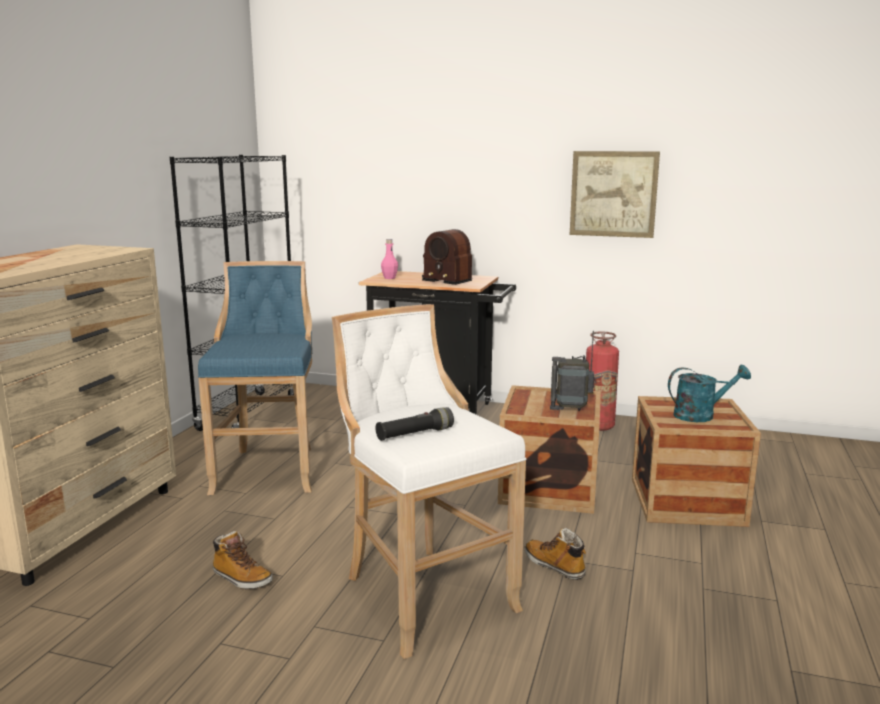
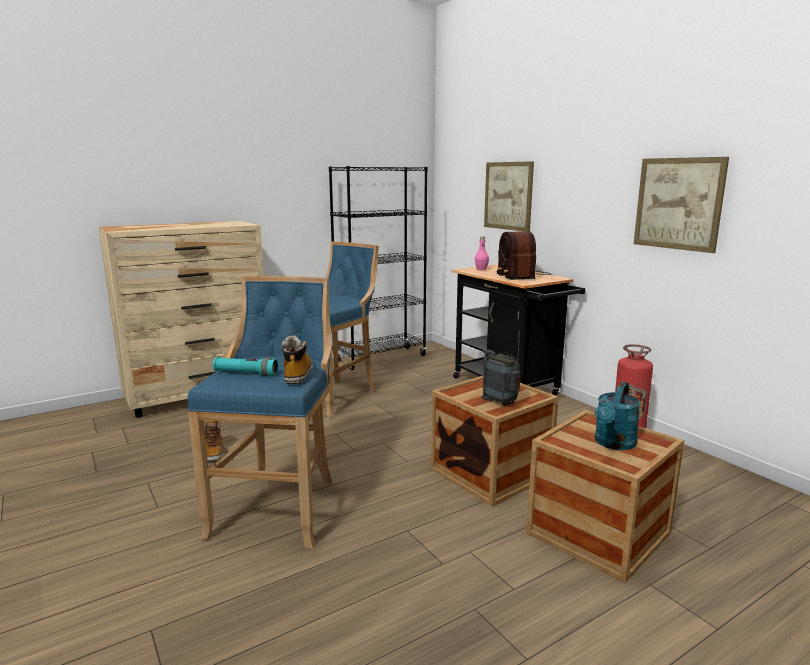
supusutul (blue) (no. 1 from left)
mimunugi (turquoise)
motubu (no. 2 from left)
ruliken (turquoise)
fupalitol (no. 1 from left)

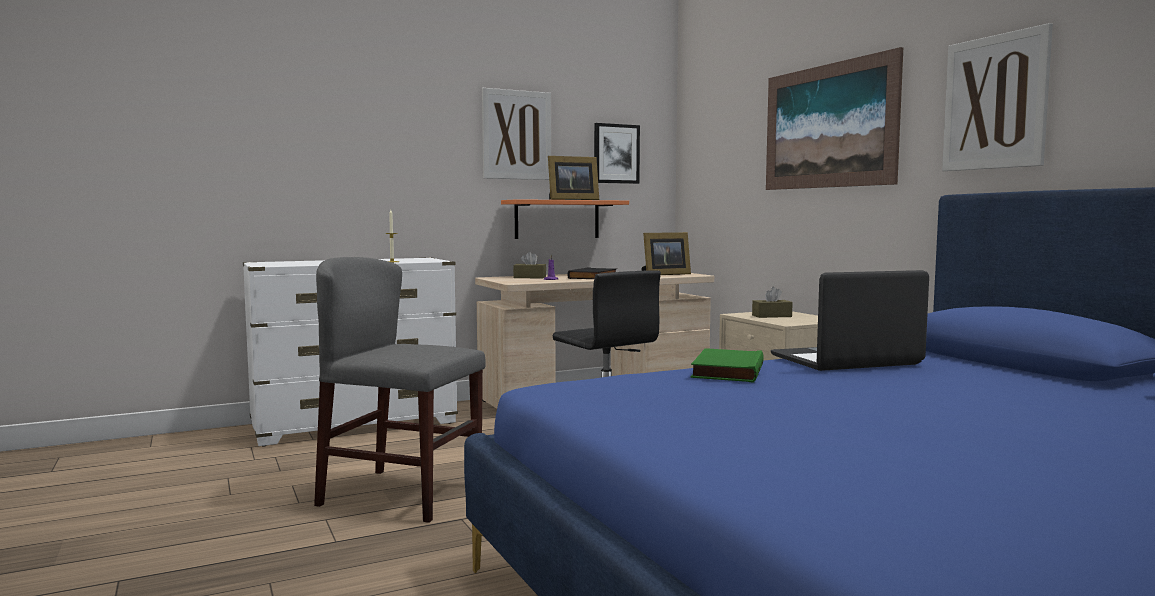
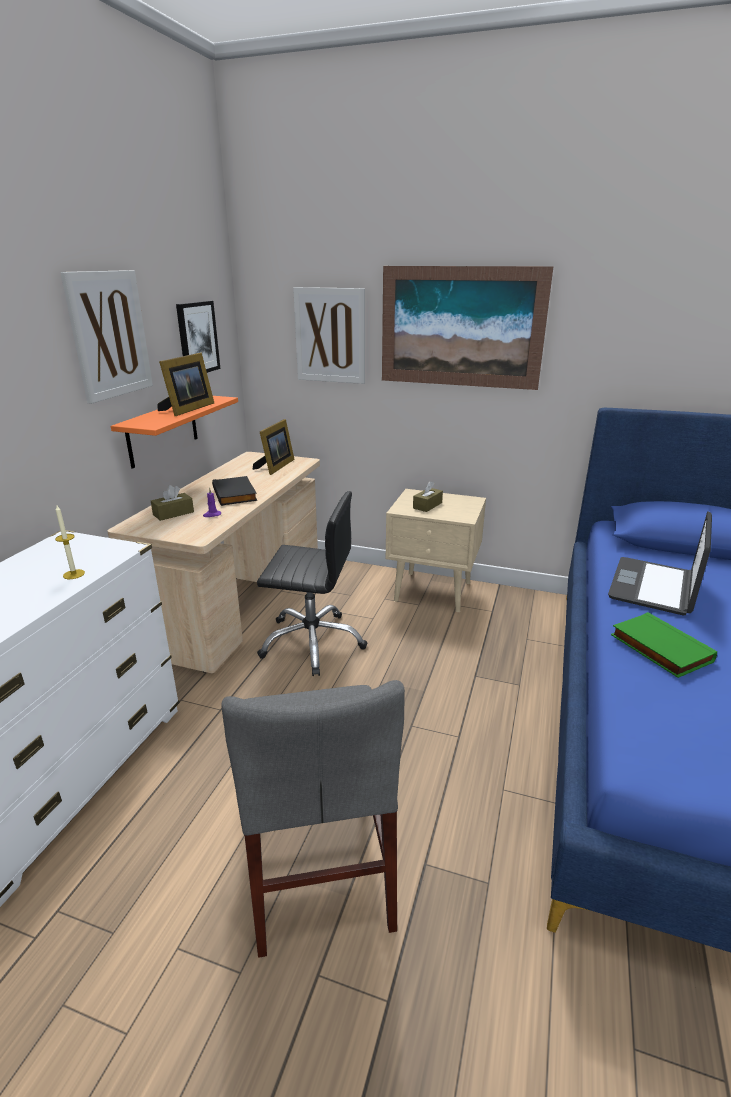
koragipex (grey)
fupalitol (no. 3 from left)

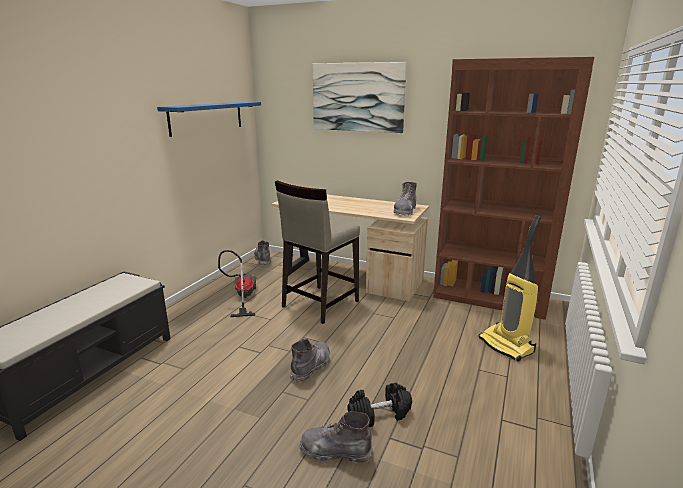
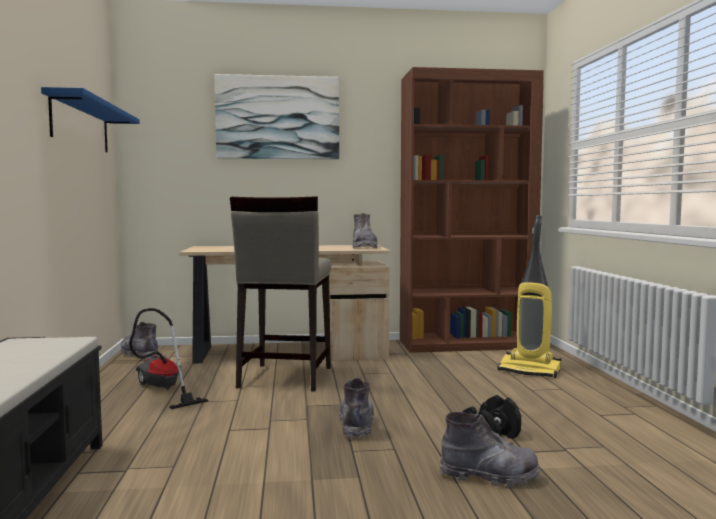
motubu (grey) (no. 4 from left)

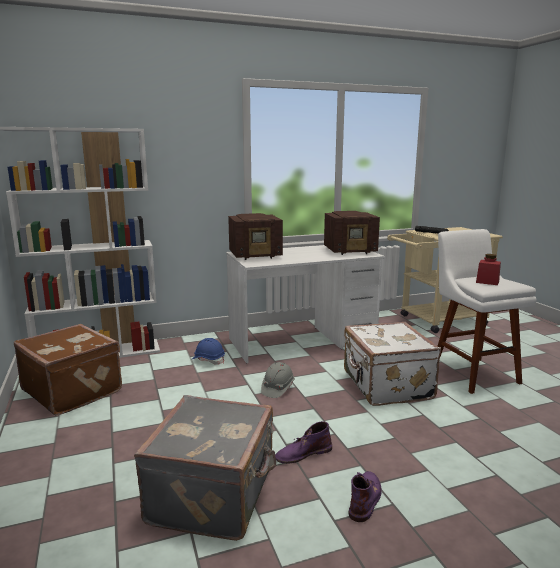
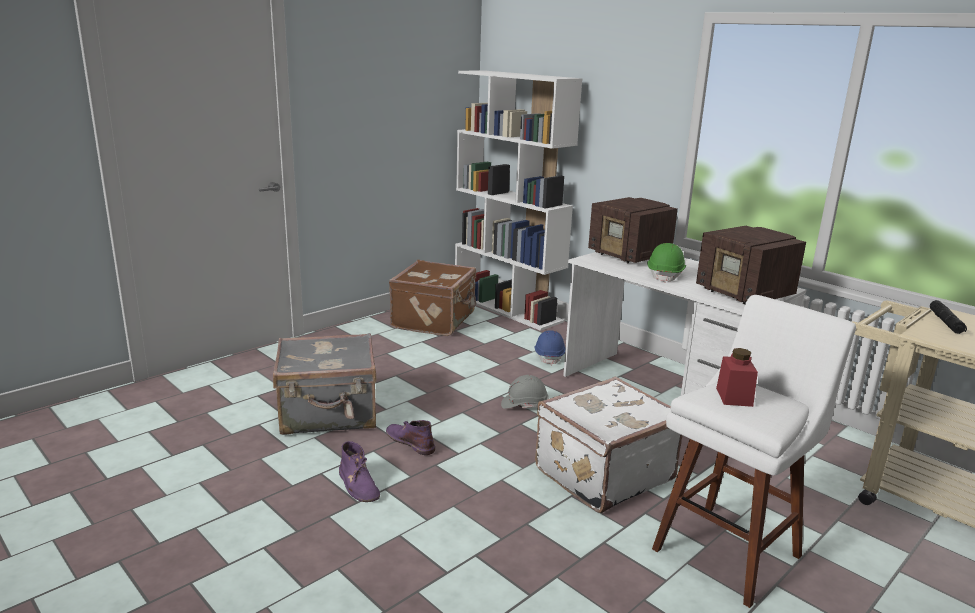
motubu (purple) (no. 1 from left)
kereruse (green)

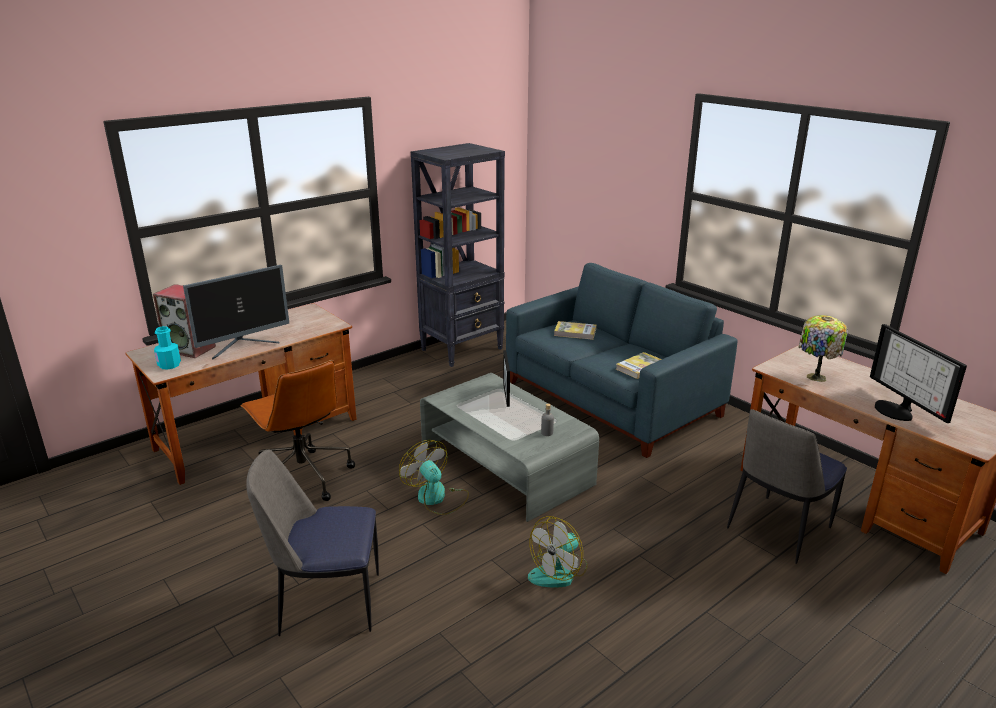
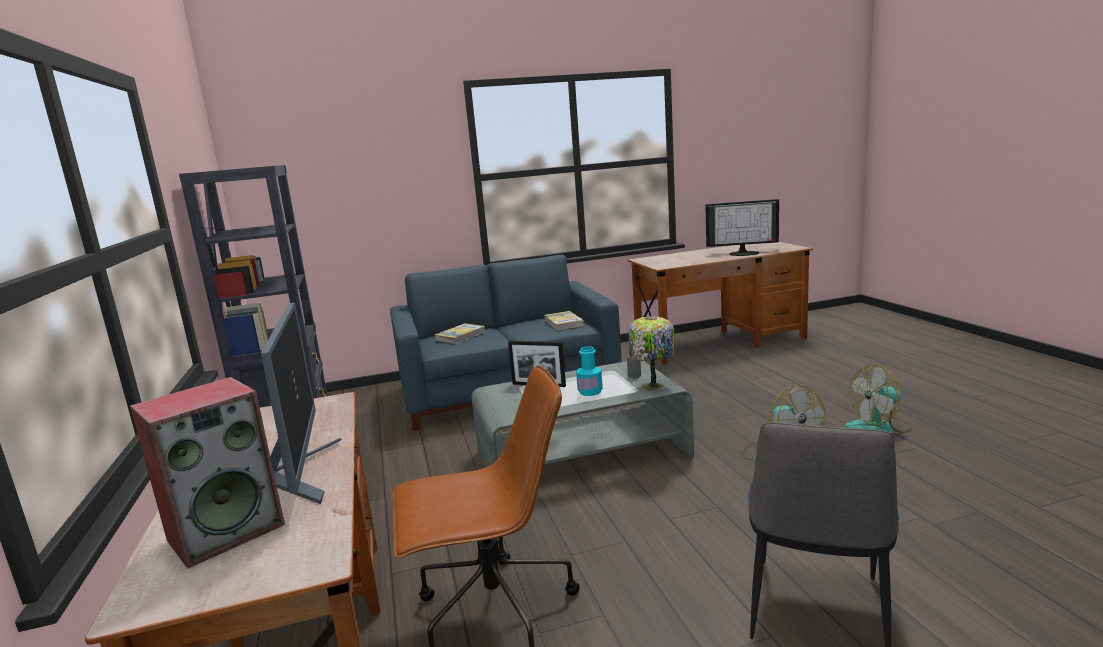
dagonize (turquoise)
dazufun (no. 2 from left)
koragipex (no. 2 from left in the first image)
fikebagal

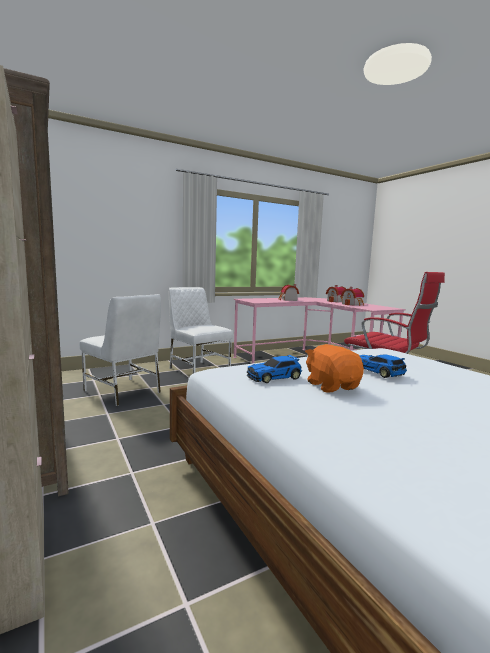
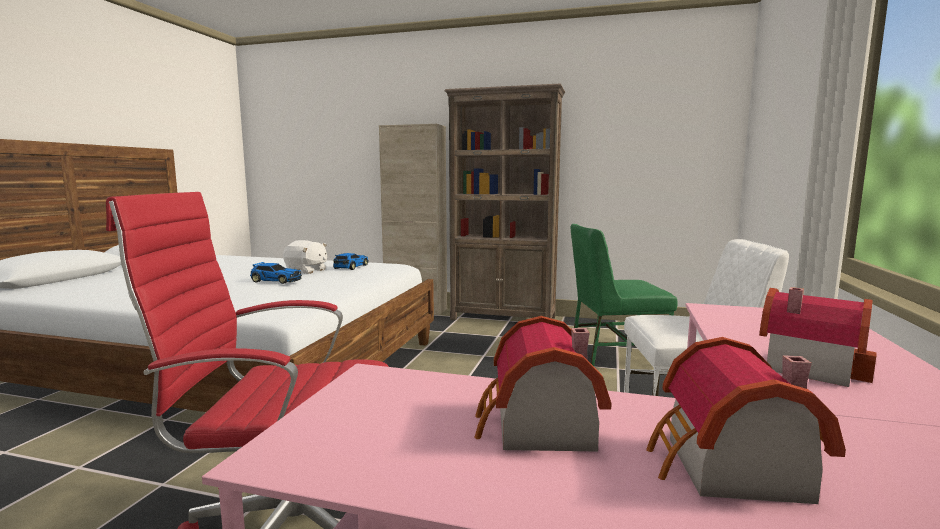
koragipex (green)
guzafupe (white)

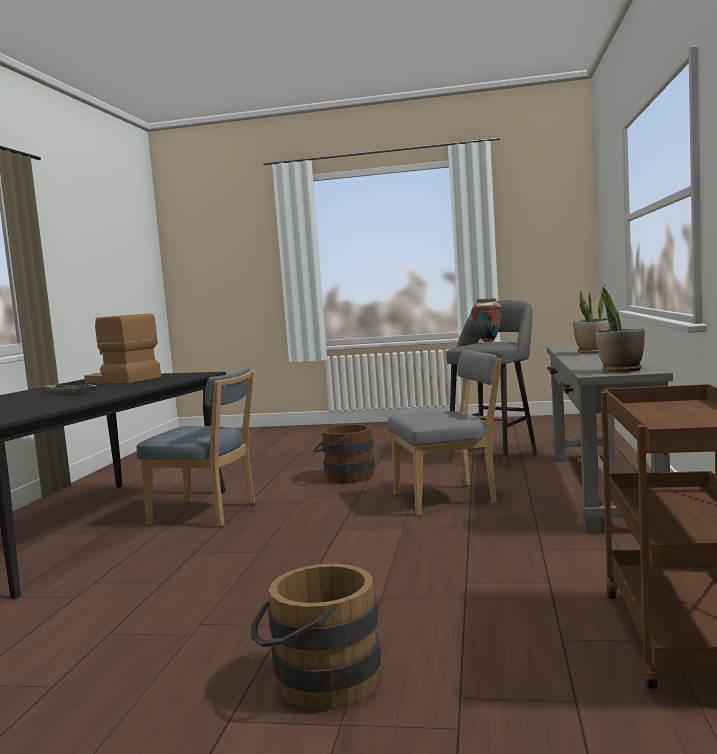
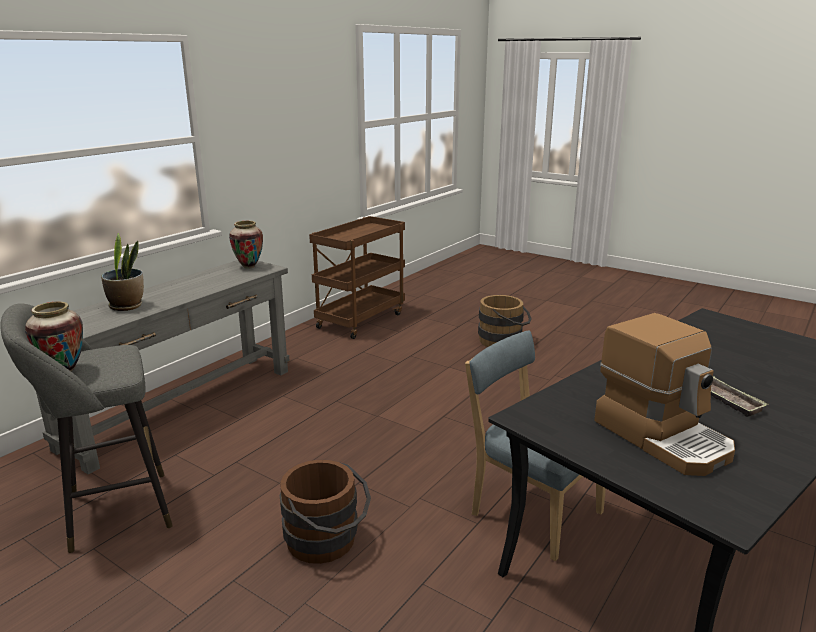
koragipex (grey)
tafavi (no. 2 from left)

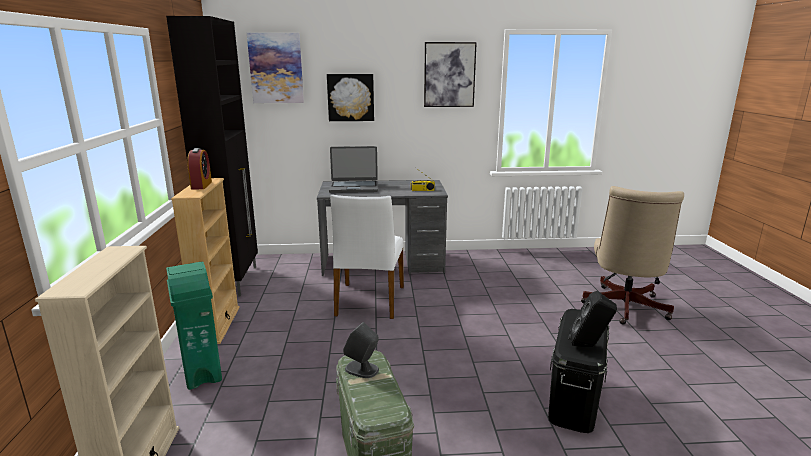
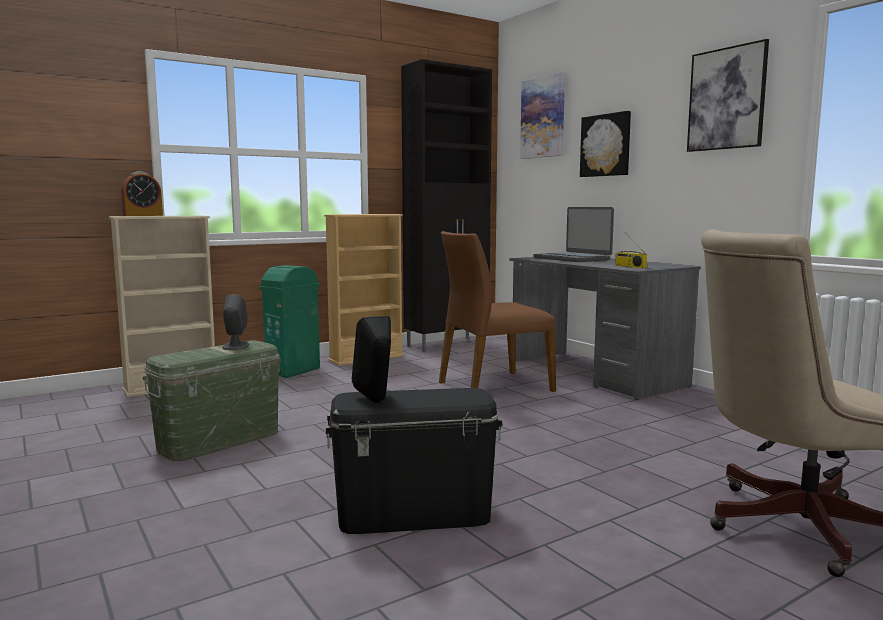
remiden
koragipex (brown)

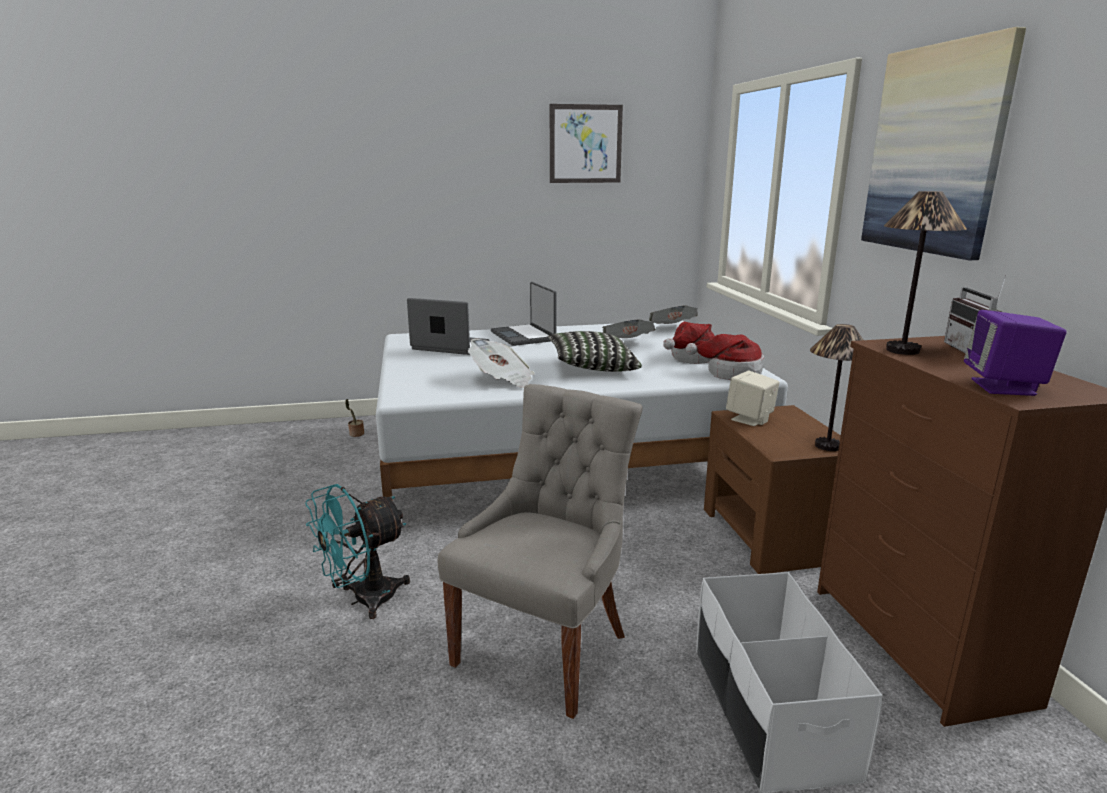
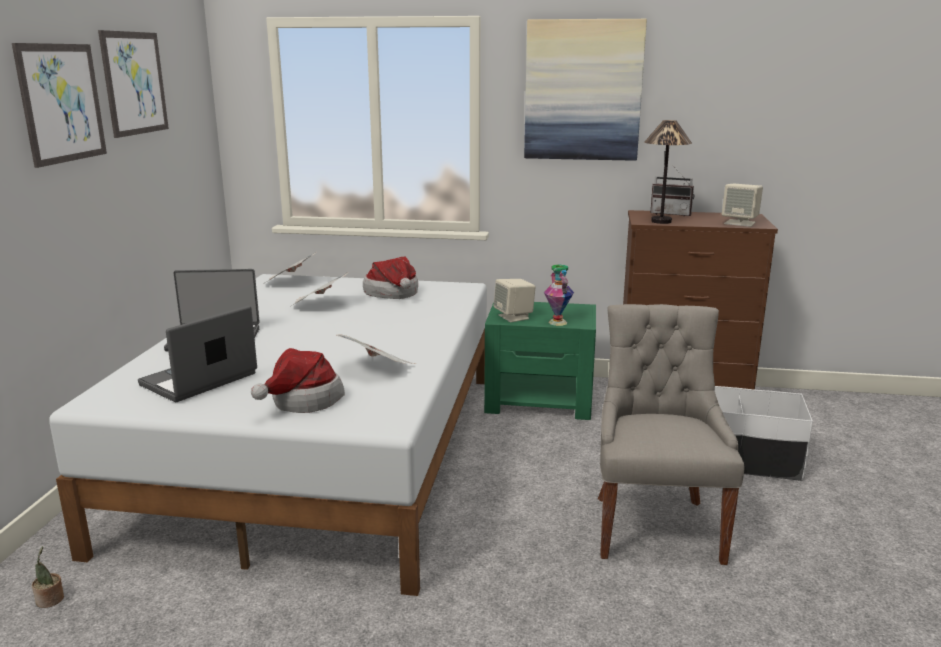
dazufun (turquoise)
koragipex (grey)
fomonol
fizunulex (no. 1 from left)
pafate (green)
fikebagal (no. 1 from left in the first image)
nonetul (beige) (no. 2 from left)
fupalitol (no. 1 from left)
tafavi

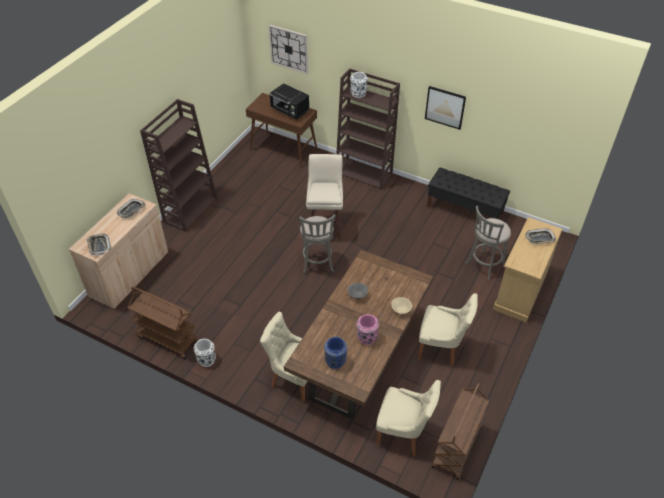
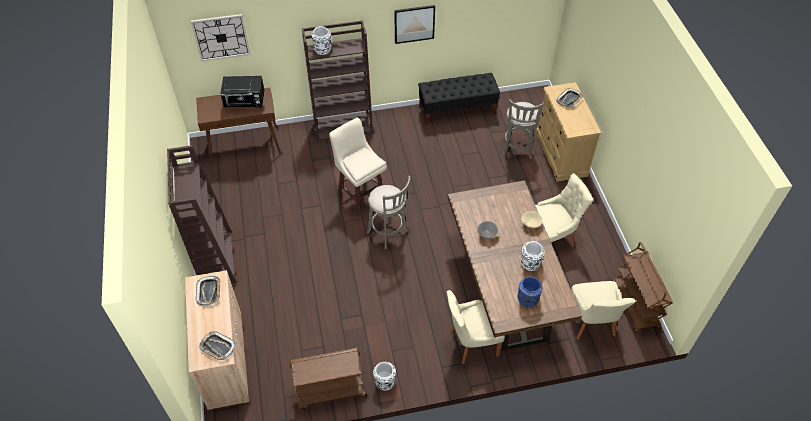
tafavi (white) (no. 3 from left)
koragipex (beige) (no. 3 from left)

